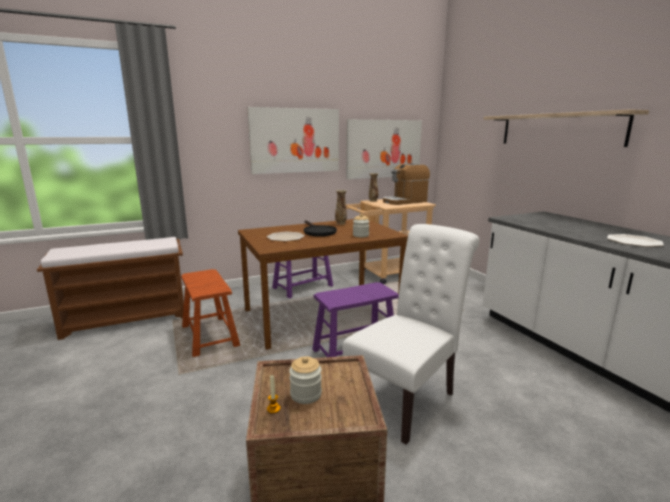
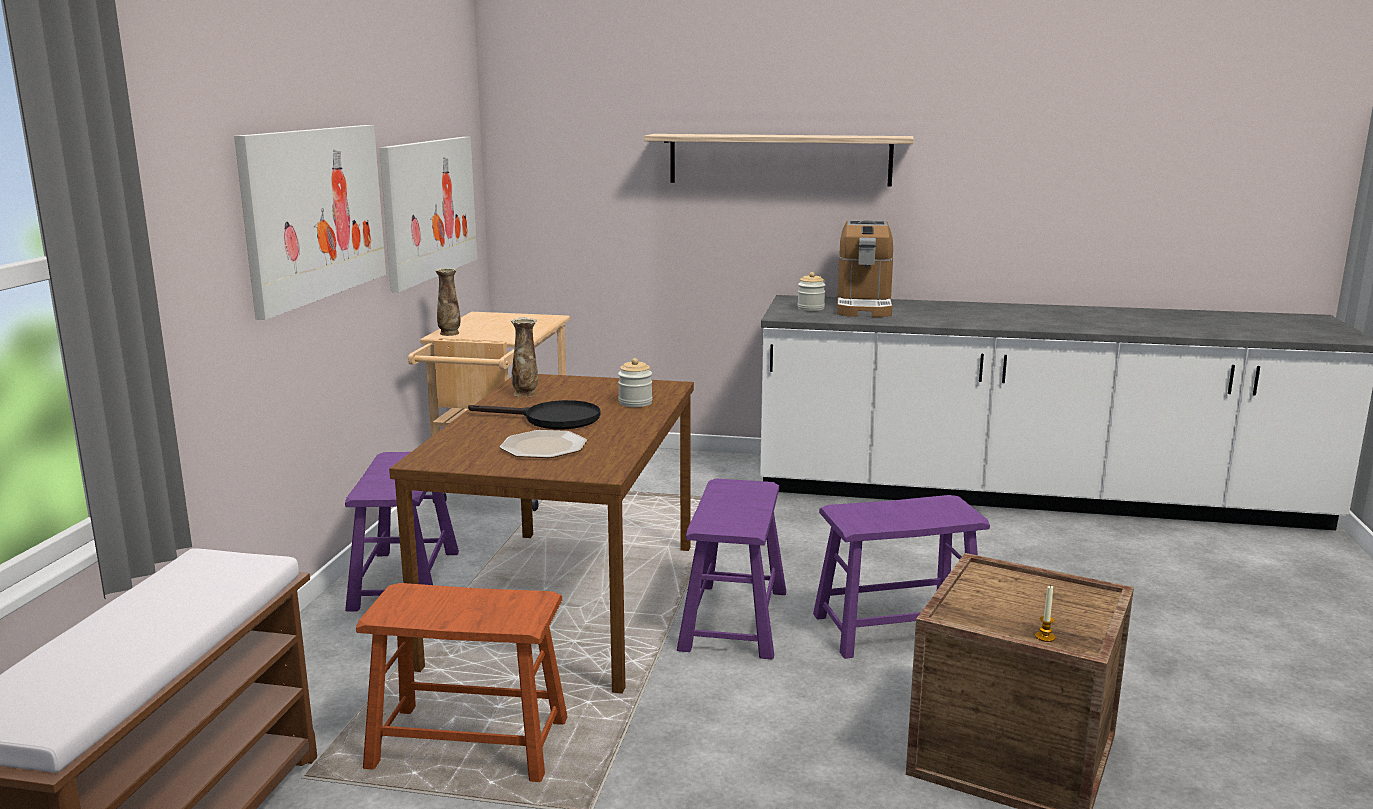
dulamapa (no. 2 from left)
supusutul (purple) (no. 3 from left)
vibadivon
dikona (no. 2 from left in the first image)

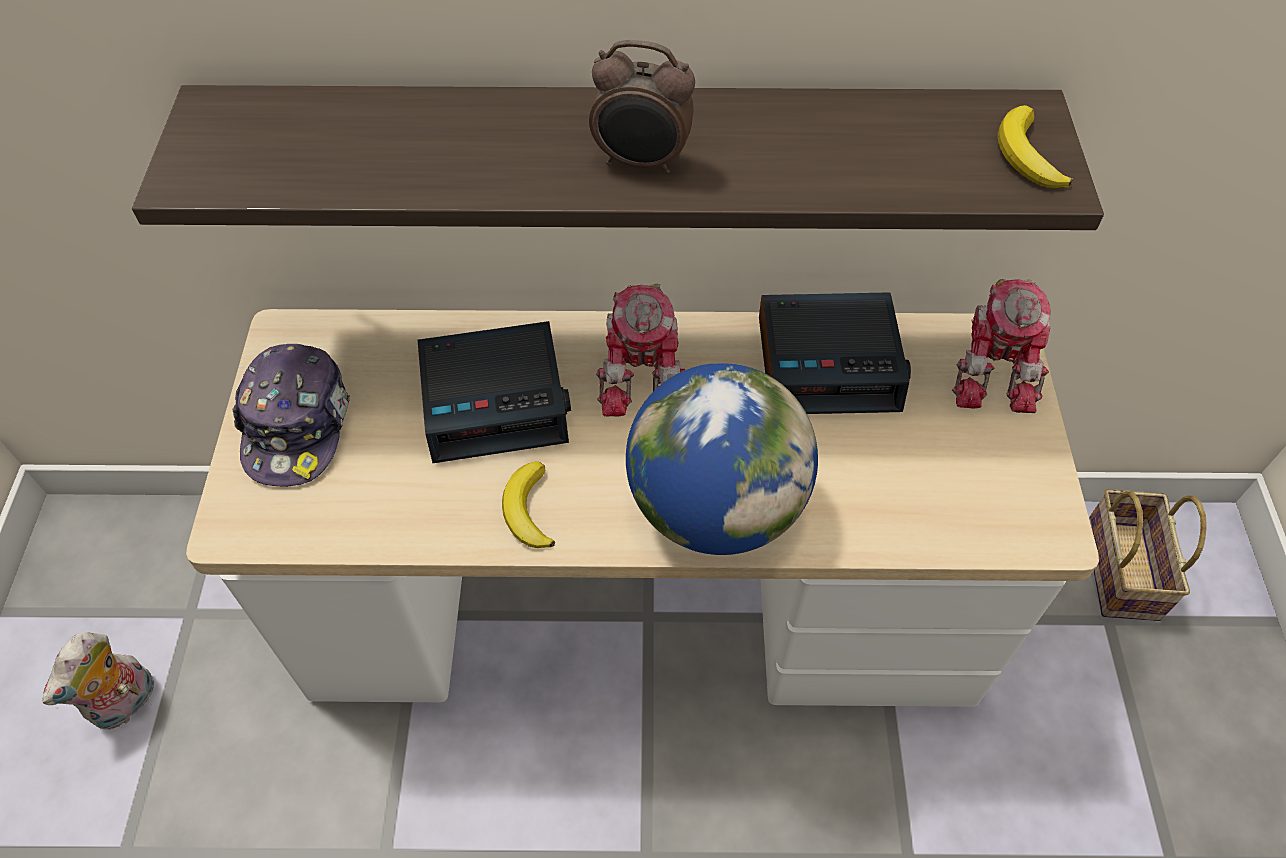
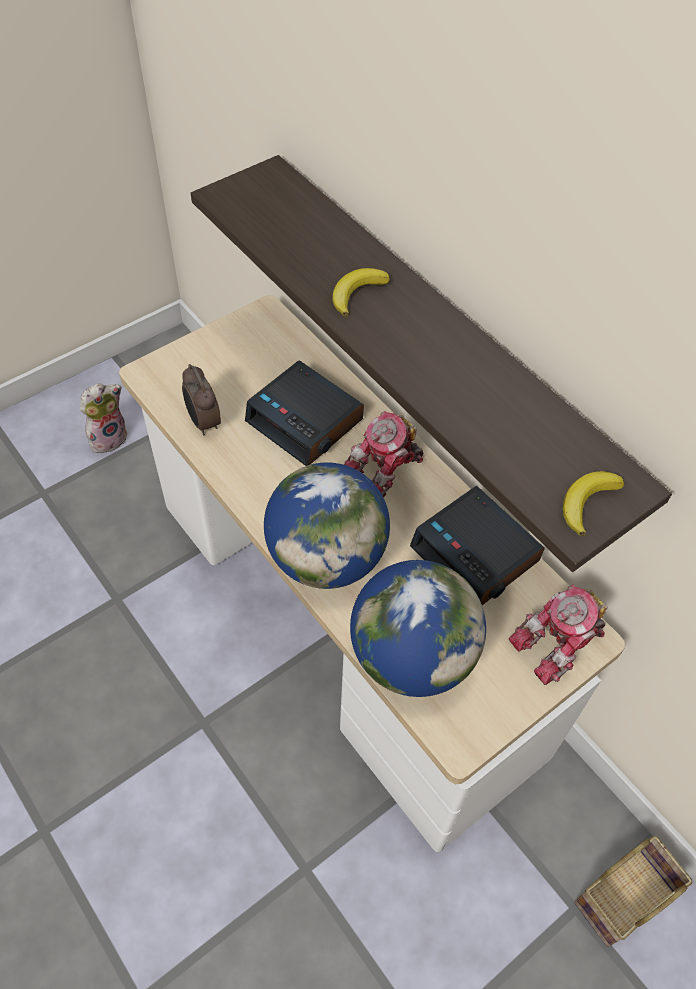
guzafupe
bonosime
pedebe (no. 1 from left)
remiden (no. 1 from left)
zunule (no. 2 from left)

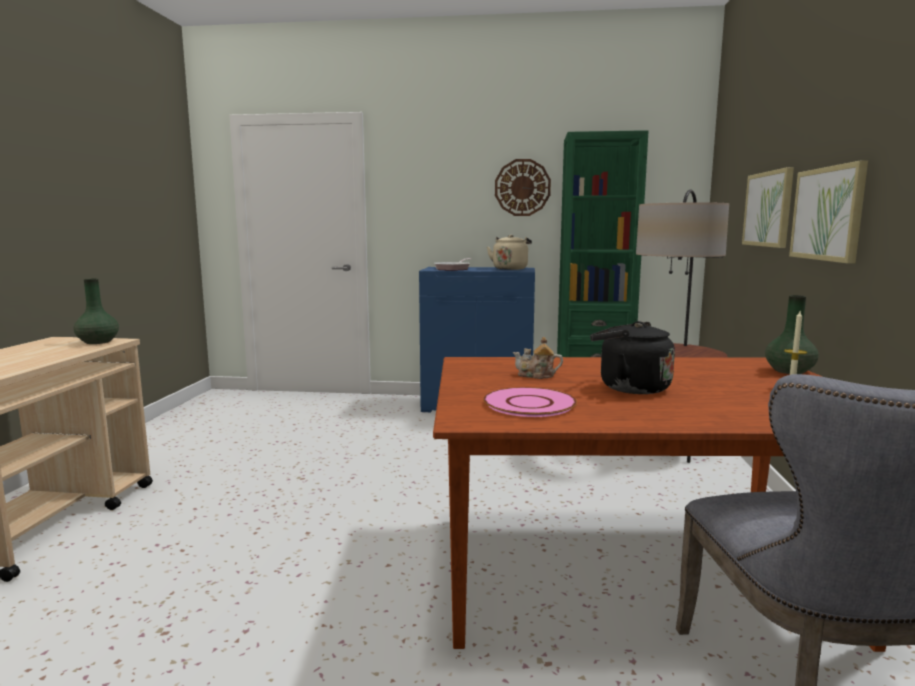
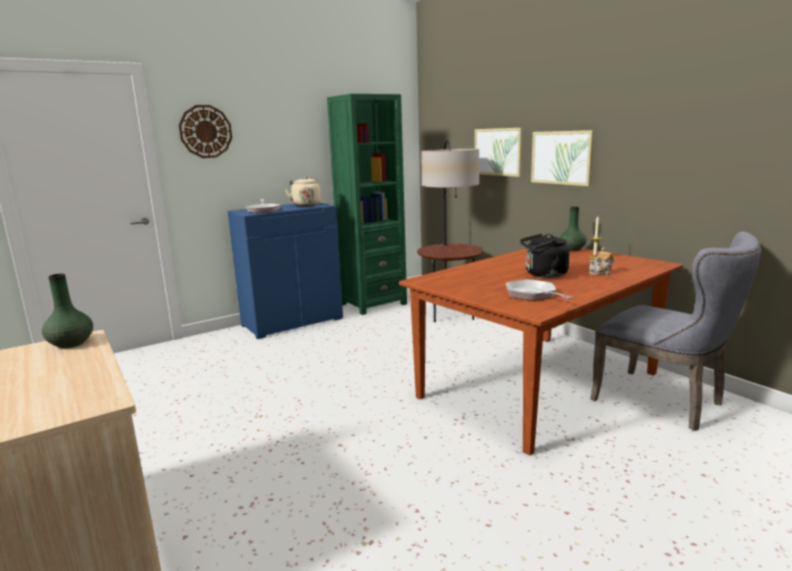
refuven (no. 2 from left)
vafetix
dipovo

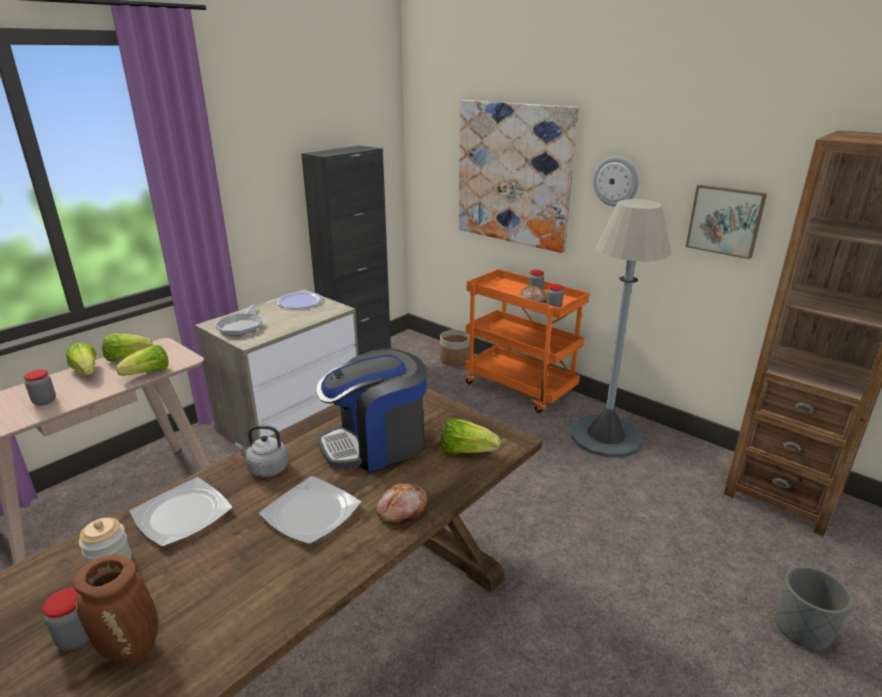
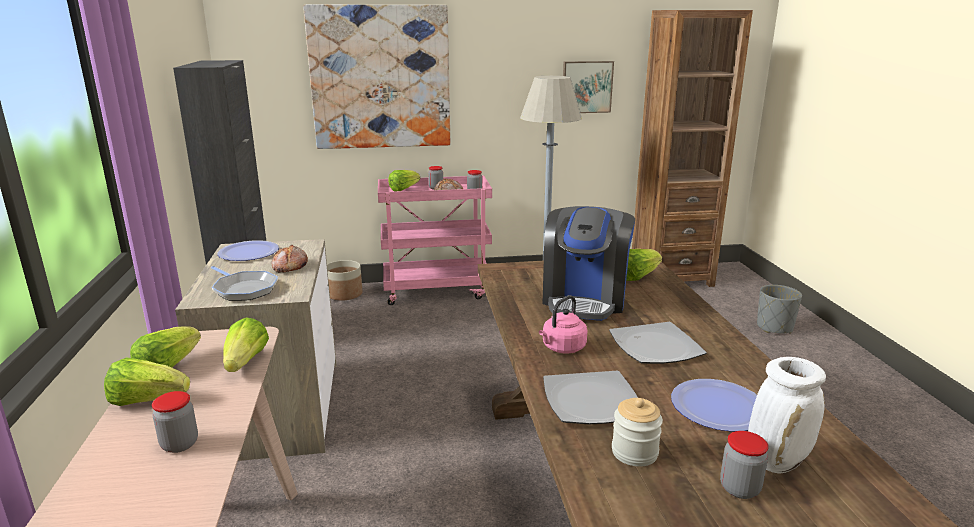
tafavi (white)
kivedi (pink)
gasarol (no. 1 from left)
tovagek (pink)
vafetix
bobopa (no. 4 from left)
dikona (no. 4 from left)

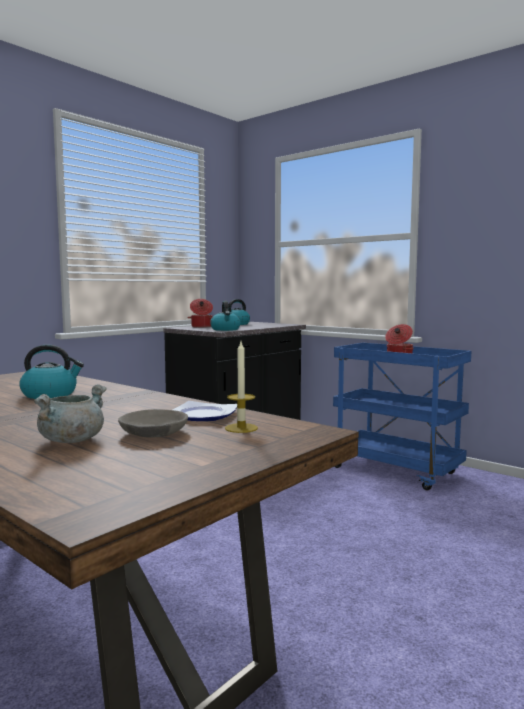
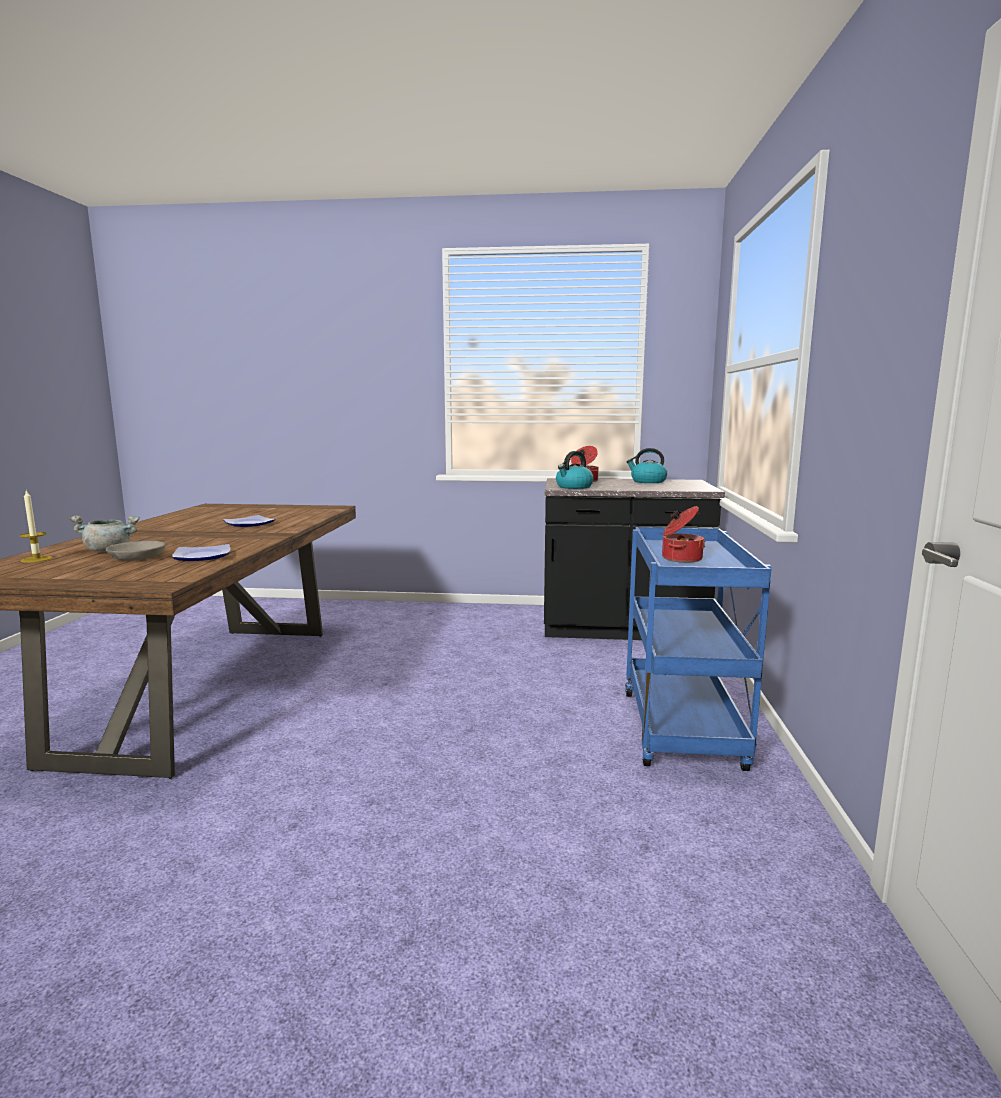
dikona (no. 2 from left)
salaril

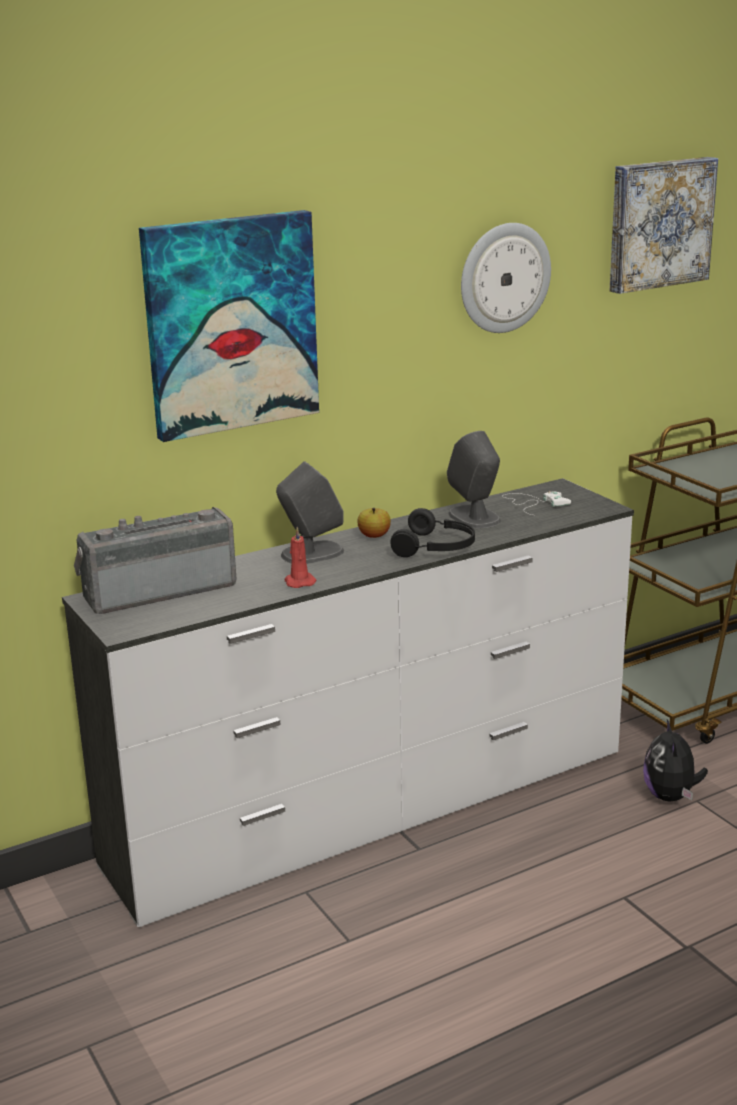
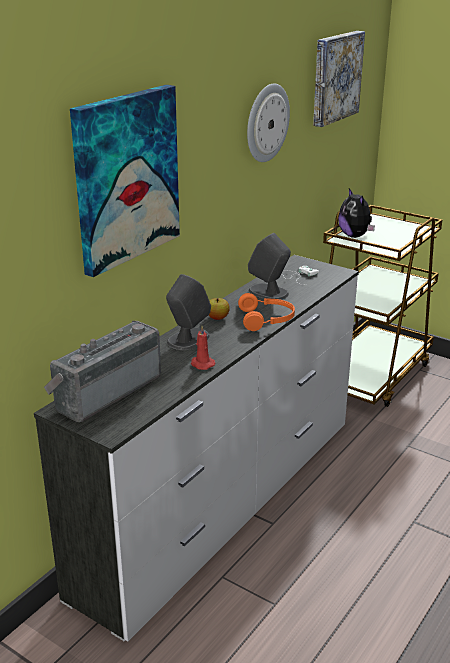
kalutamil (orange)
guzafupe

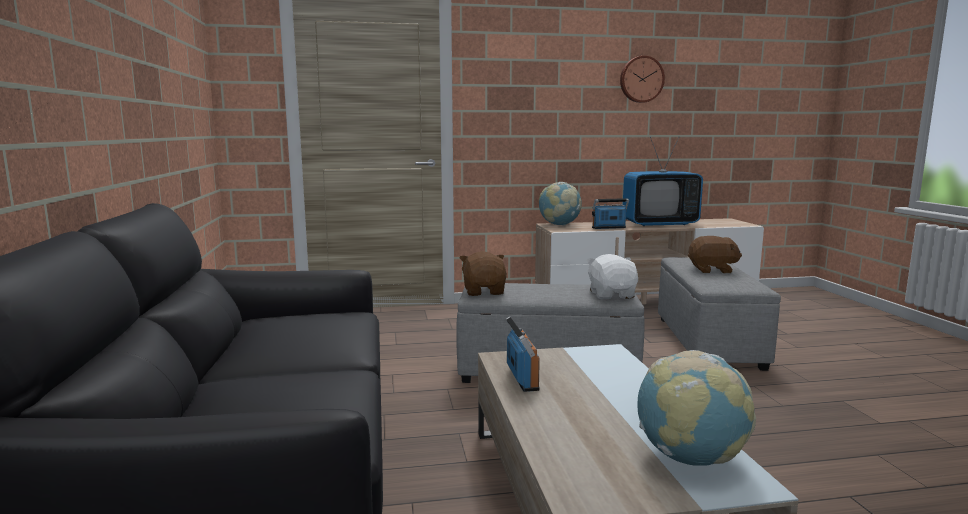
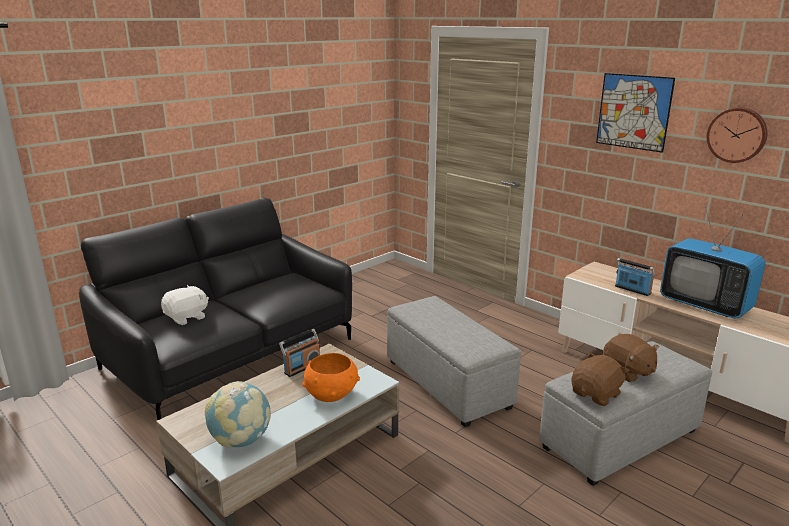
guzafupe (brown) (no. 1 from left)
zunule (no. 1 from left in the first image)
guzafupe (white)
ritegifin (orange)
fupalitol

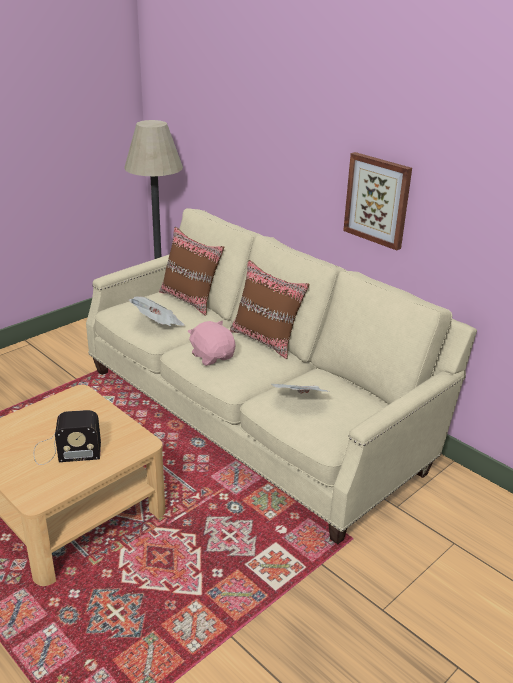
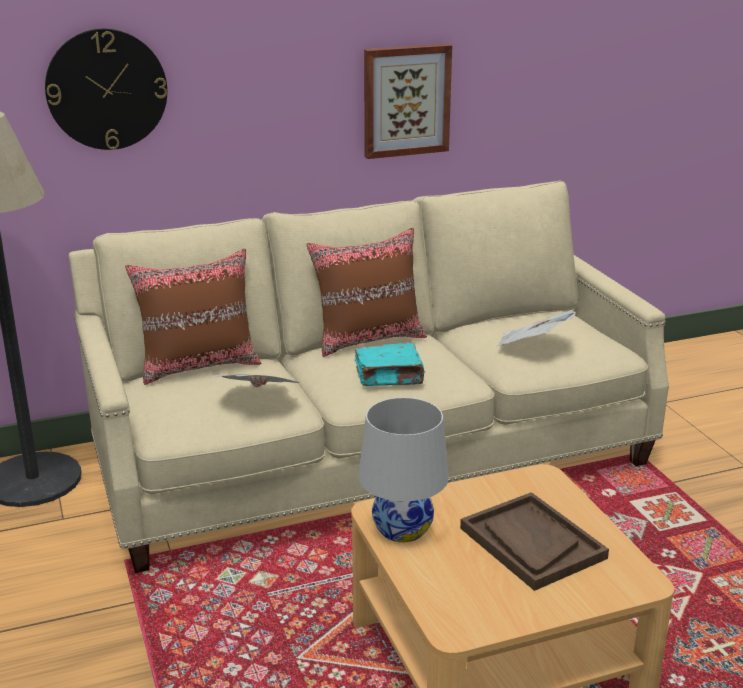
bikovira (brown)
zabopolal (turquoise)
vafetix
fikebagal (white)

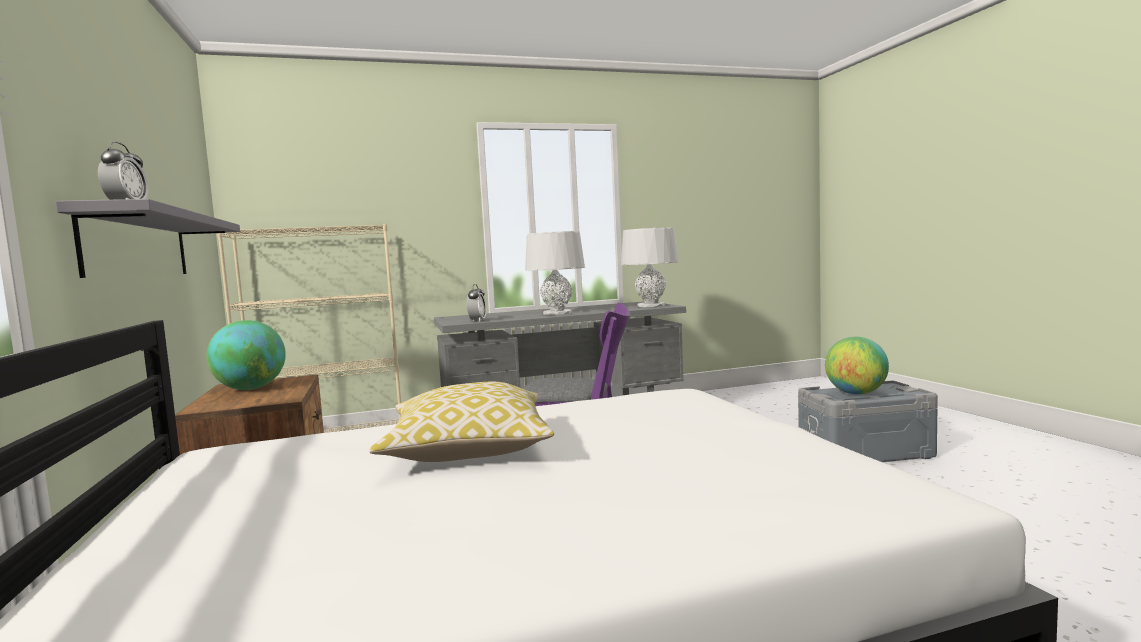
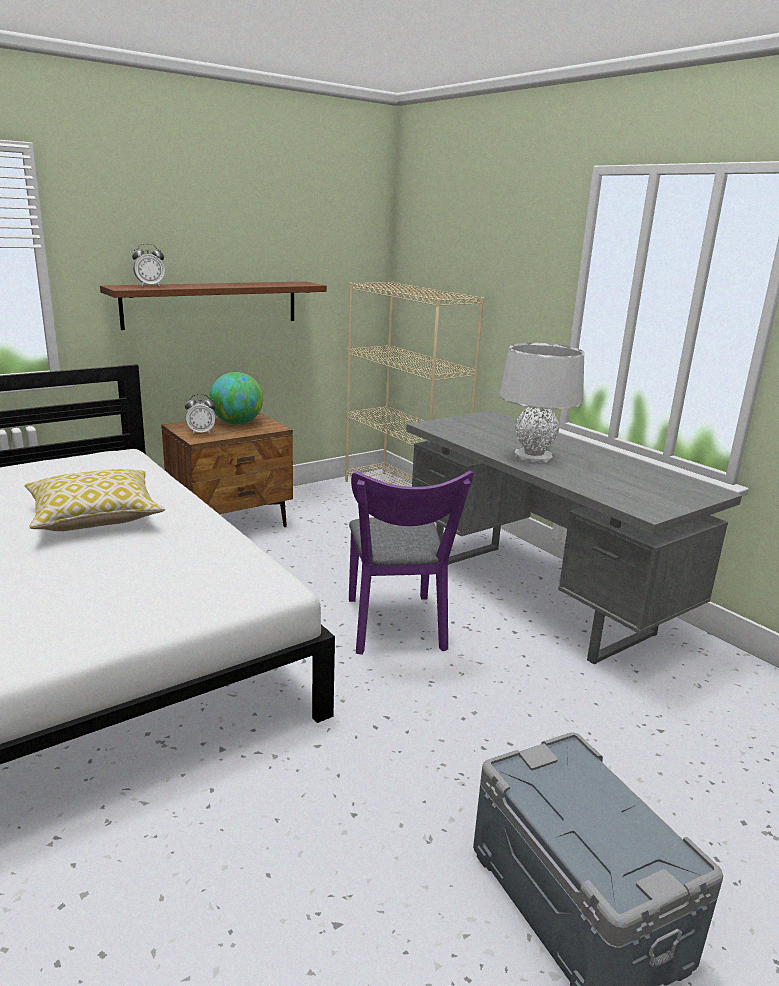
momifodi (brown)
remiden (no. 2 from left)
fikebagal (grey) (no. 2 from left in the first image)
zunule (no. 2 from left in the first image)

